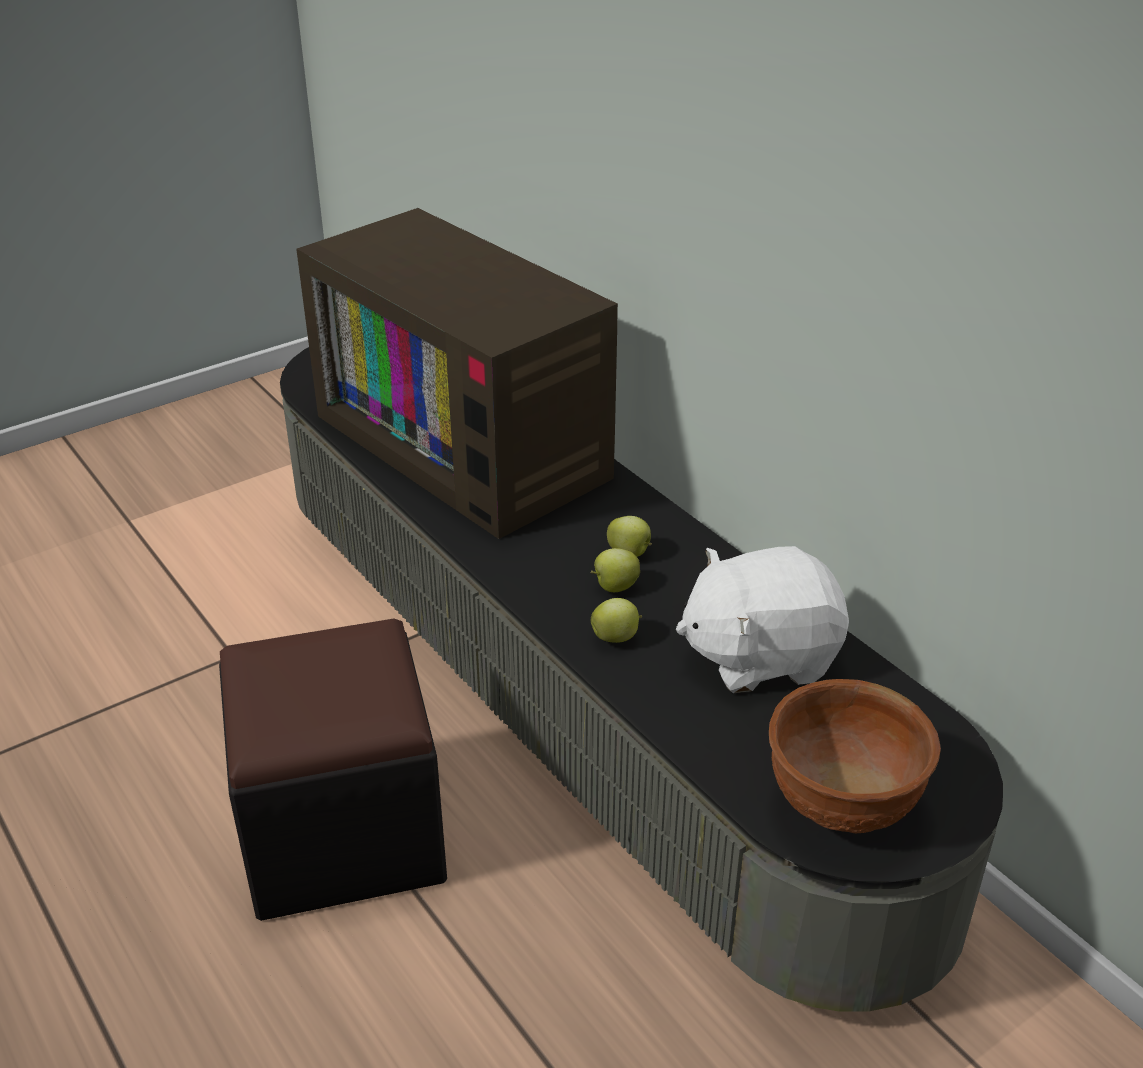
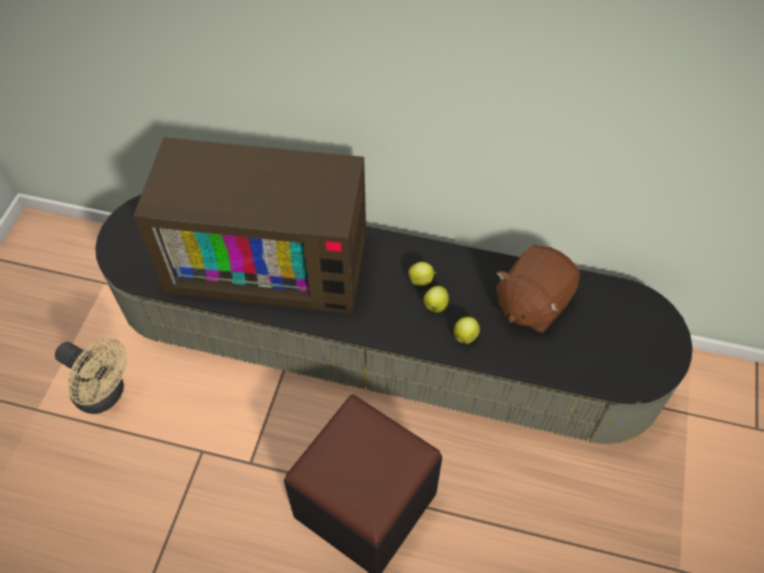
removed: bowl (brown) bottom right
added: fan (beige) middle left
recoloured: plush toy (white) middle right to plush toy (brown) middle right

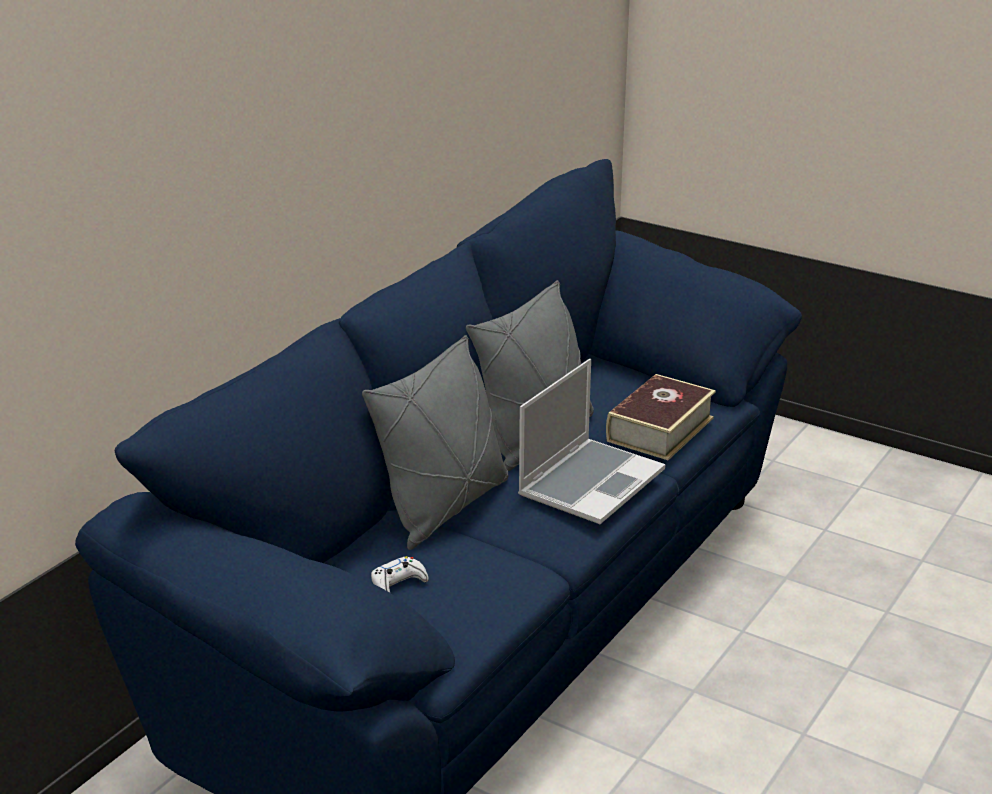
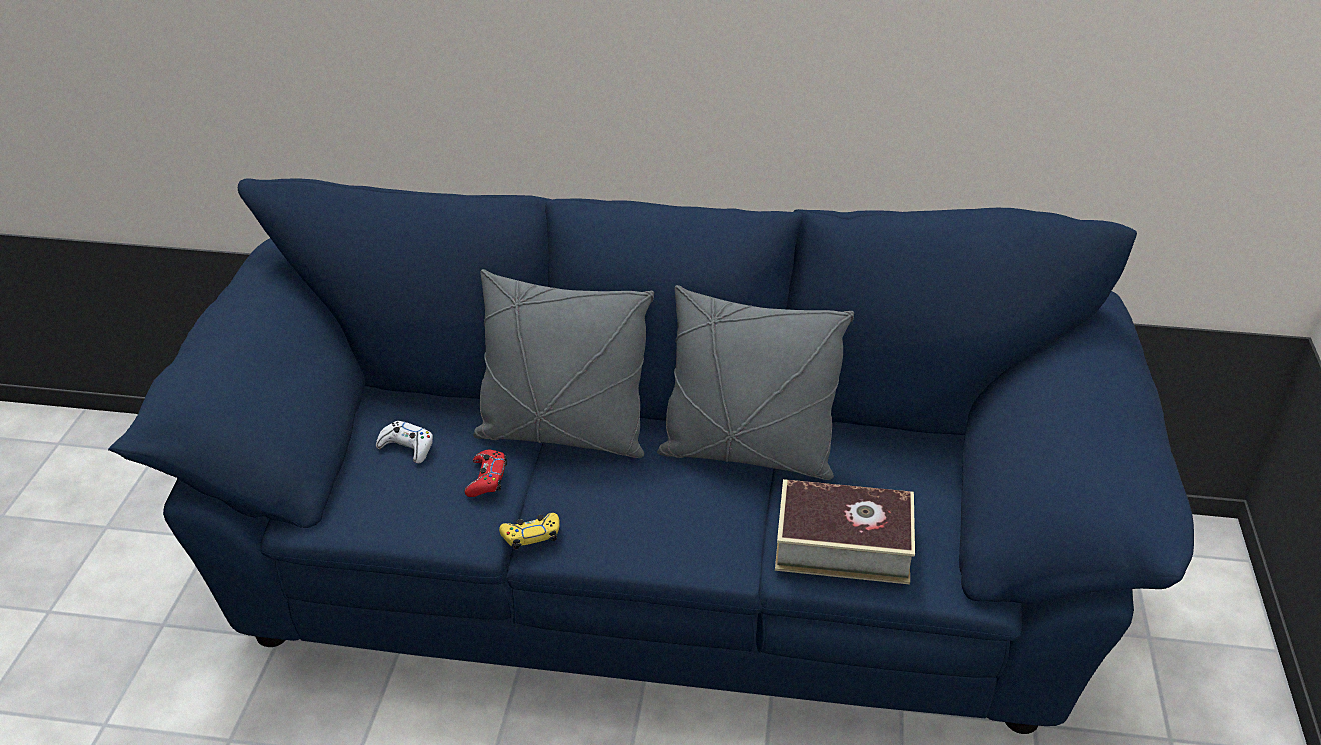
removed: laptop centre
added: game controller (red) centre; game controller (yellow) bottom centre

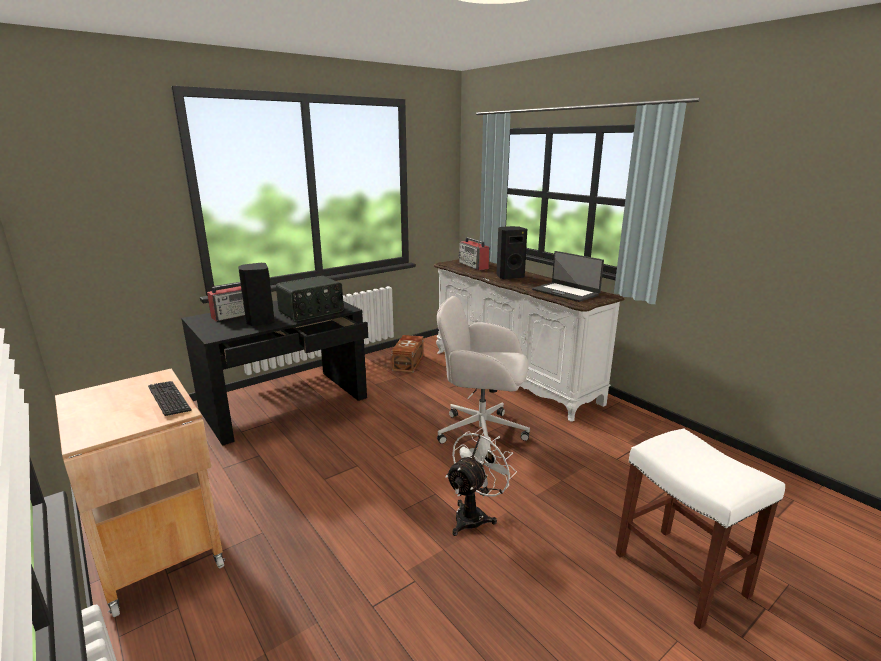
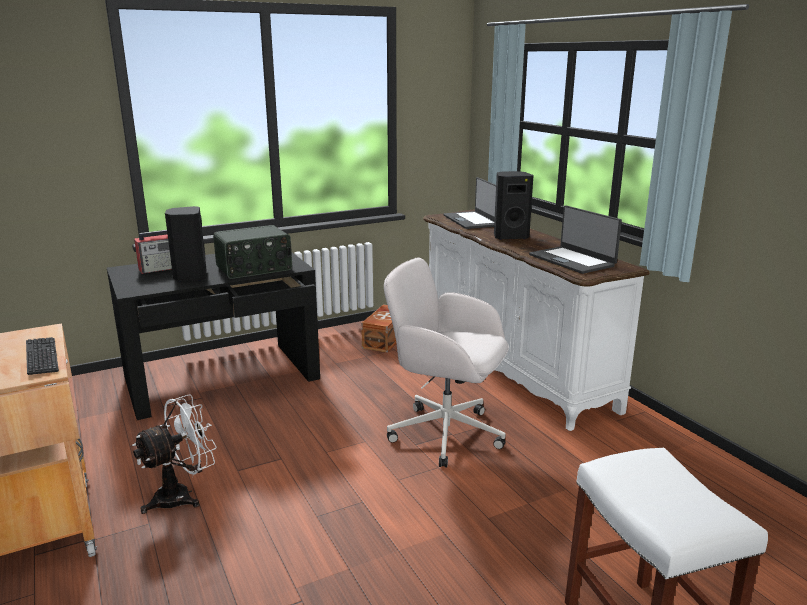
moved: fan (white) bottom centre to bottom left
replaced: radio (3rd from left) centre to laptop (1st from left) centre

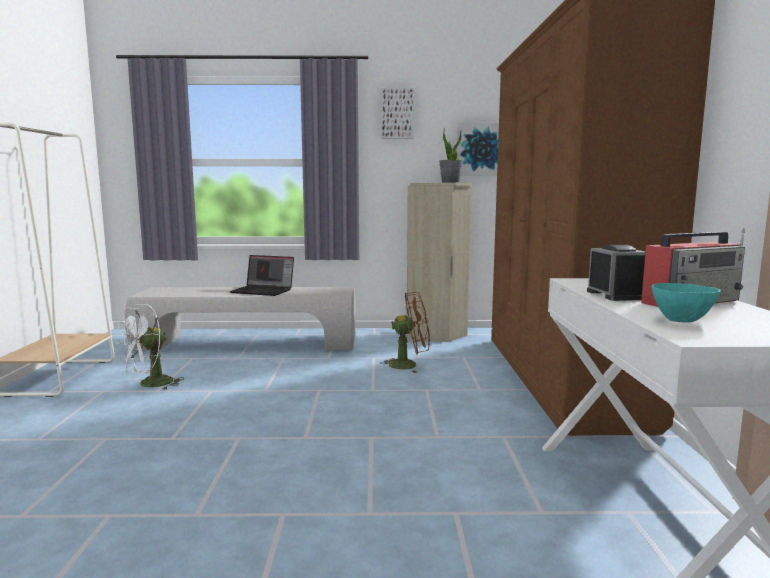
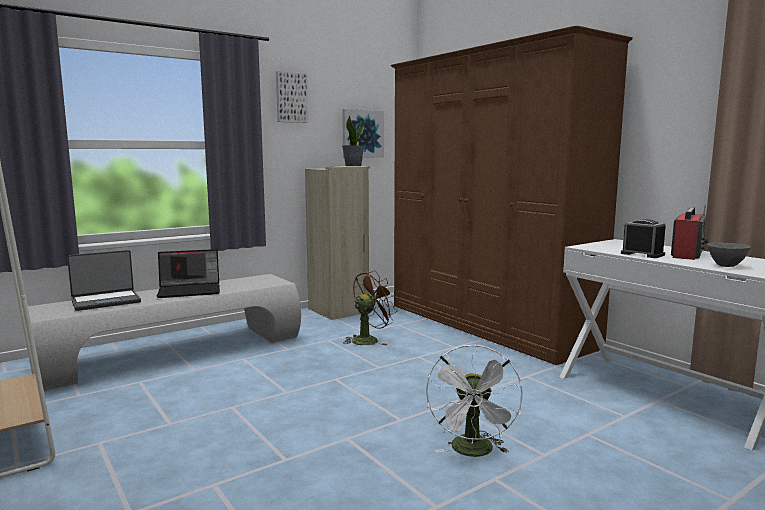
added: laptop (1st from left) middle left
moved: fan (white) middle left to bottom centre
recoloured: bowl (turquoise) middle right to bowl (grey) middle right

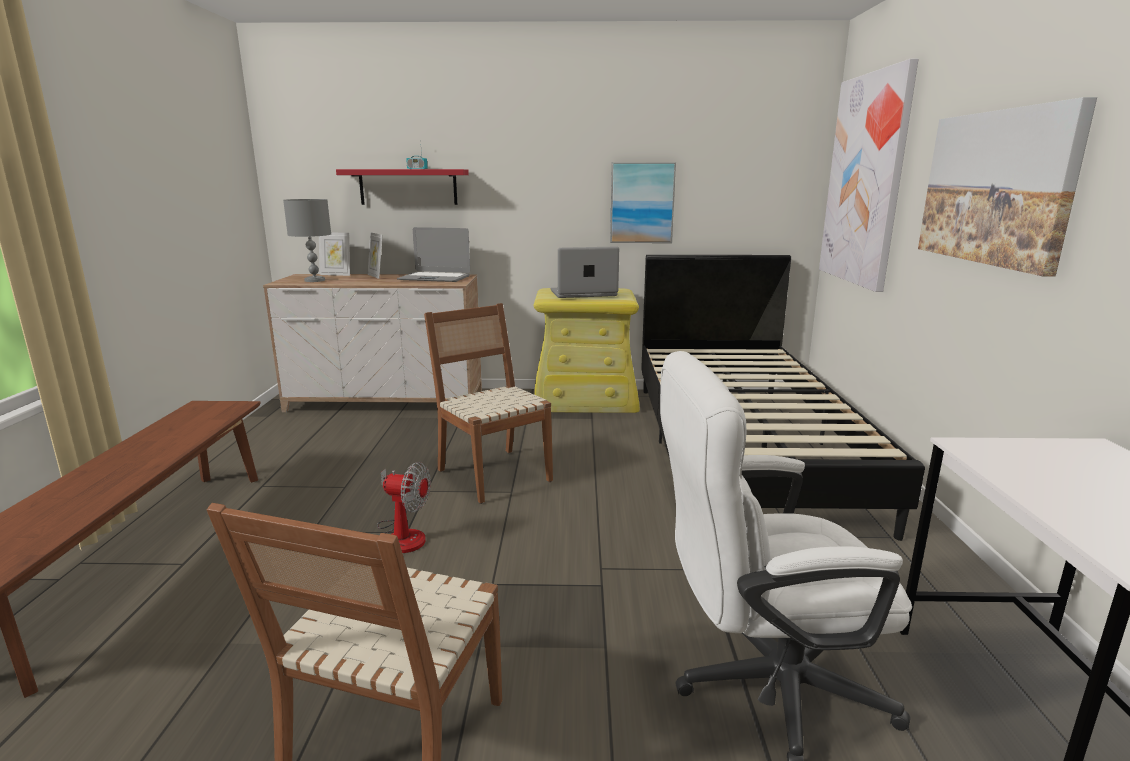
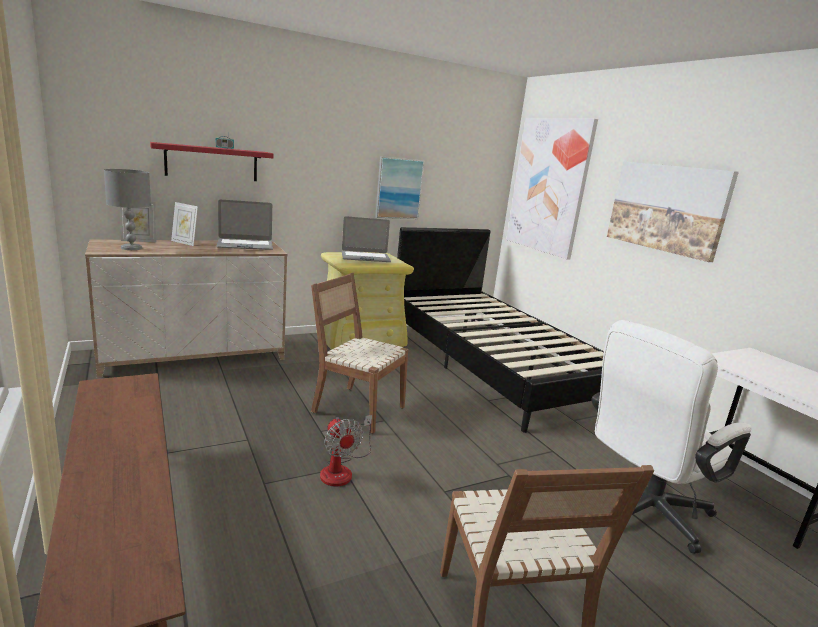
turned: fan centre = bottom centre 75 degrees clockwise; laptop (2nd from left) centre = centre 150 degrees counterclockwise

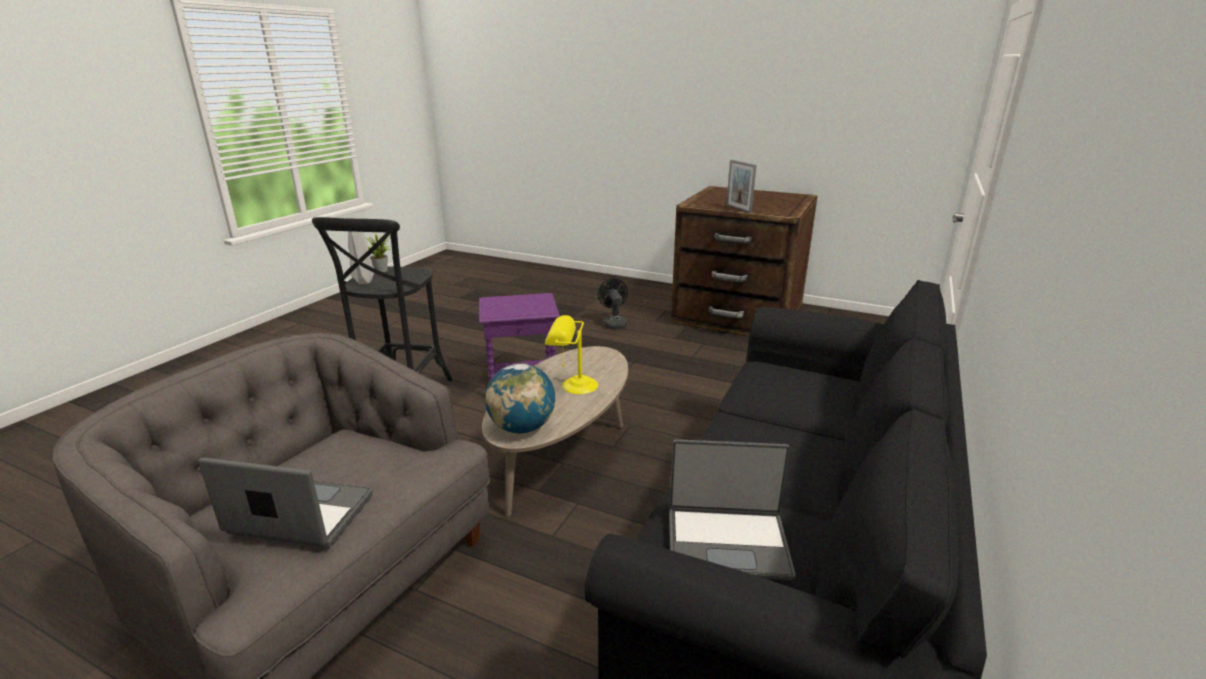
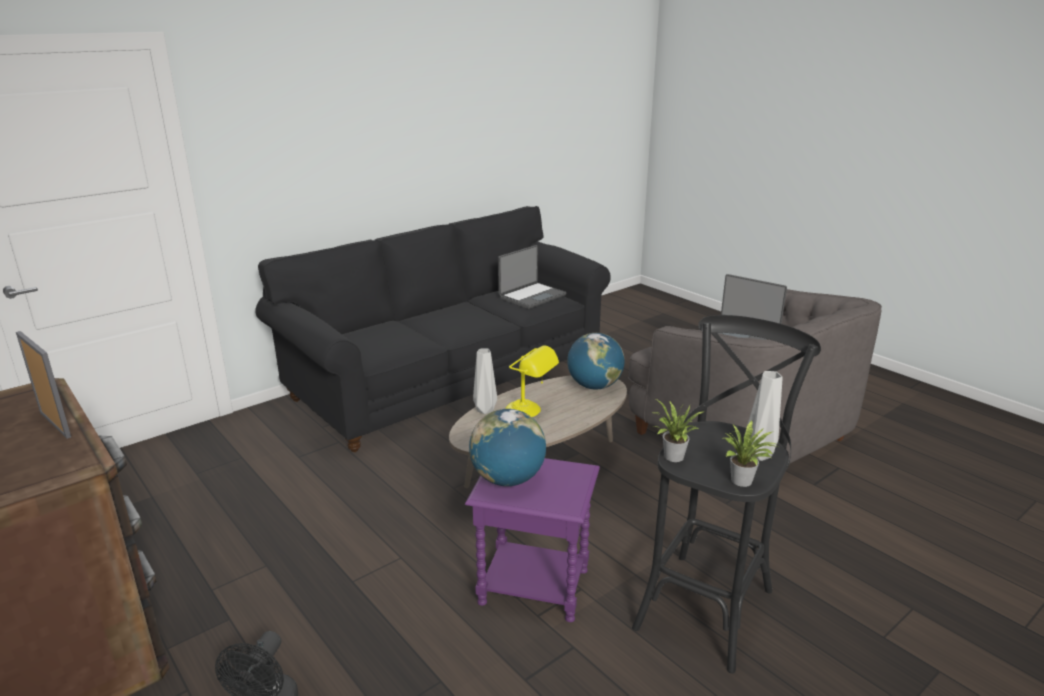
added: globe (1st from left) centre; vase (grey) (1st from left) centre; potted plant (1st from left) centre
turned: picture frame top centre = middle left 45 degrees counterclockwise; laptop (2nd from left in the first image) bottom centre = centre 105 degrees clockwise

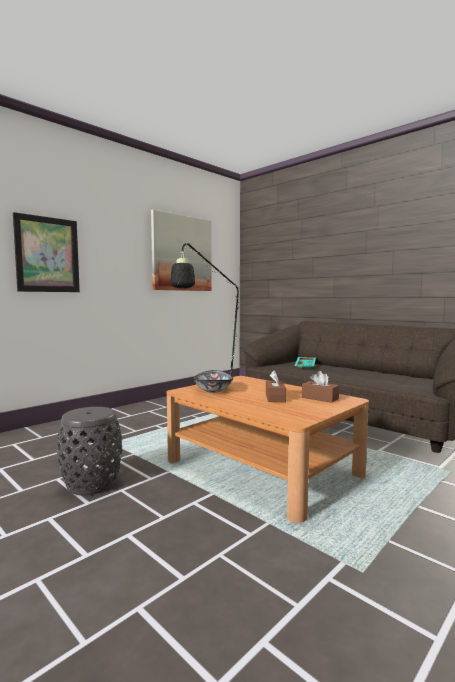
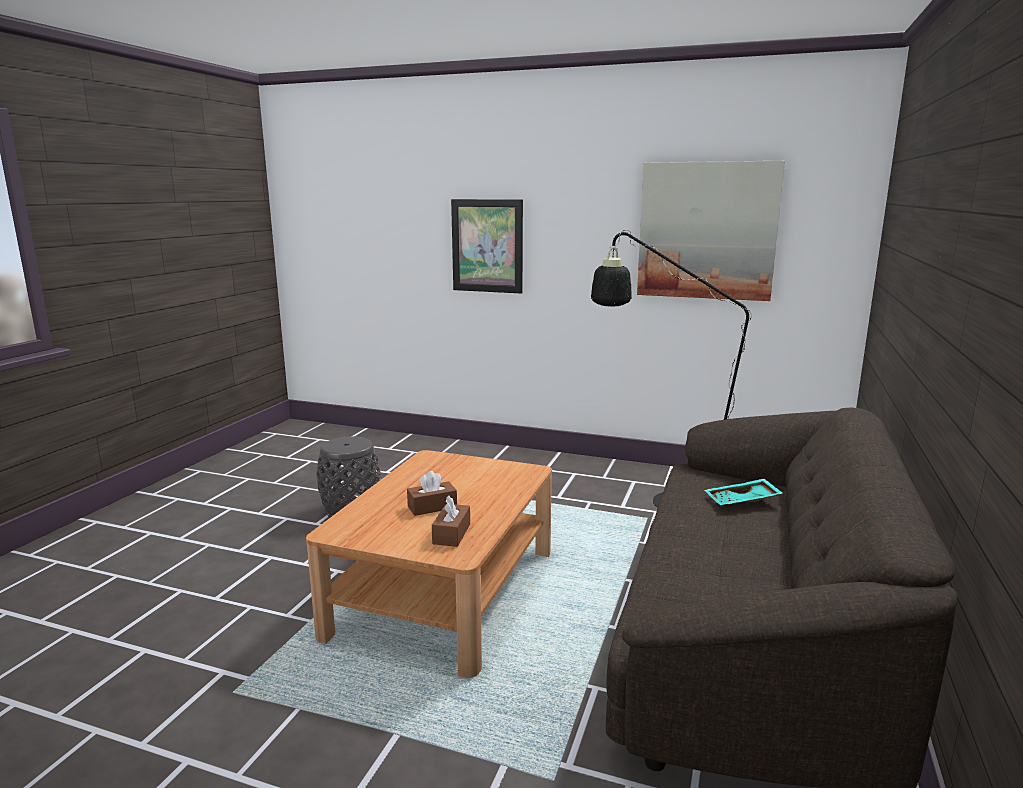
removed: bowl centre

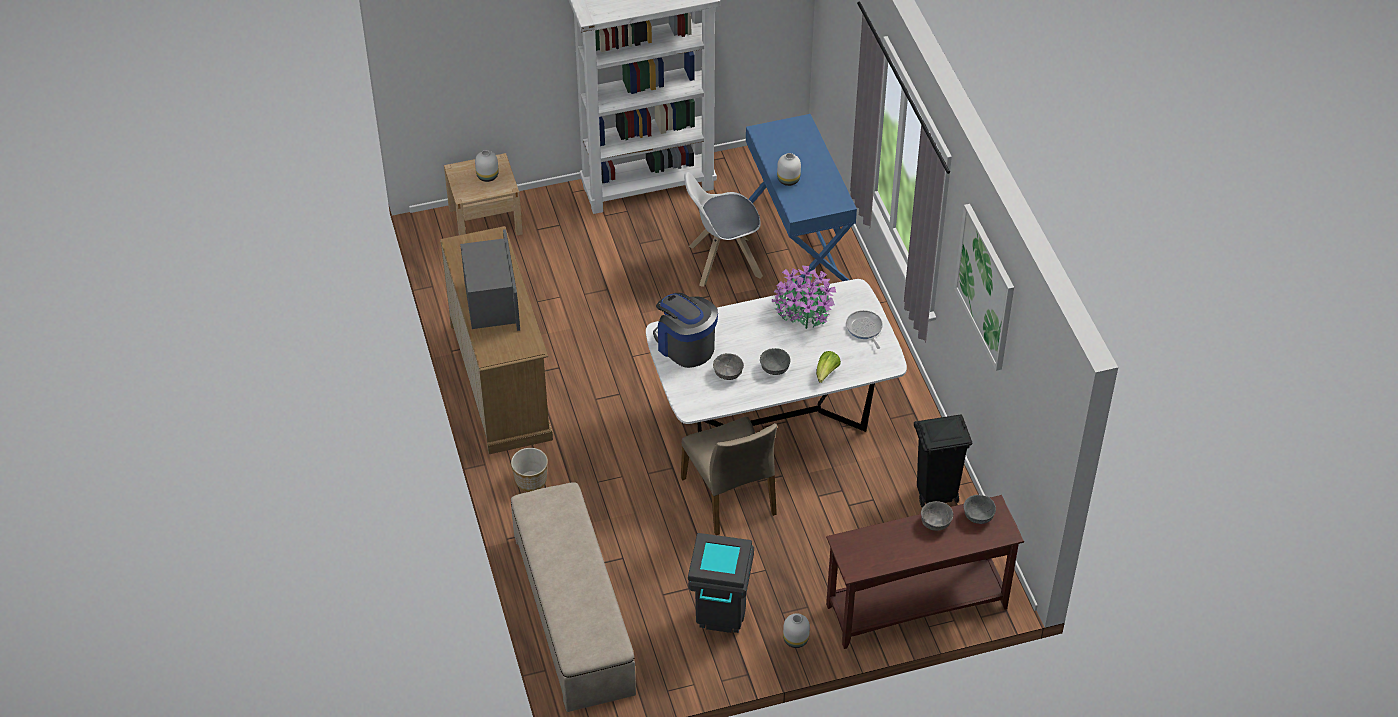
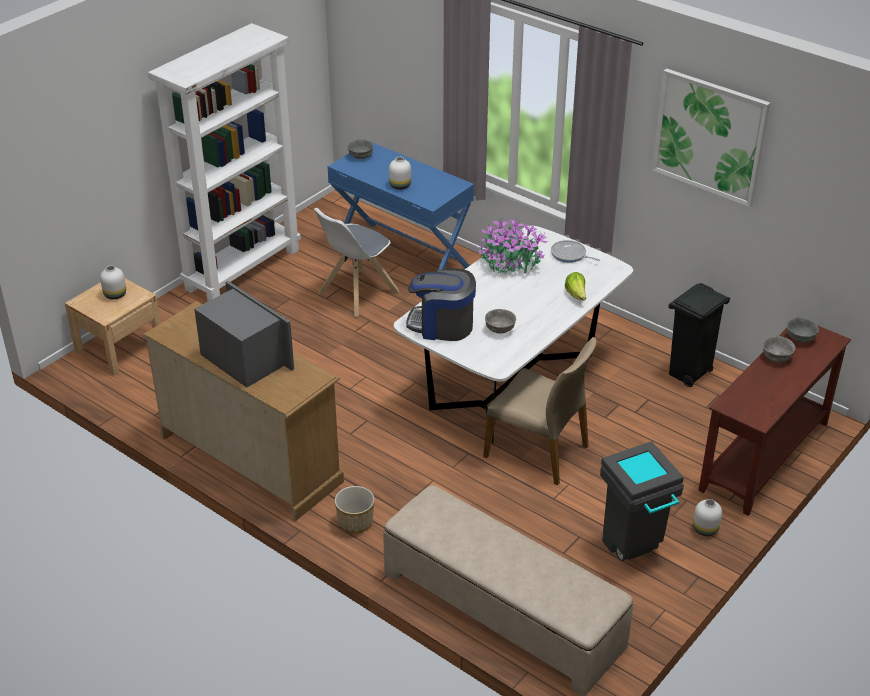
moved: bowl (grey) (2nd from left in the first image) centre to bowl (grey) (1st from left) top centre

